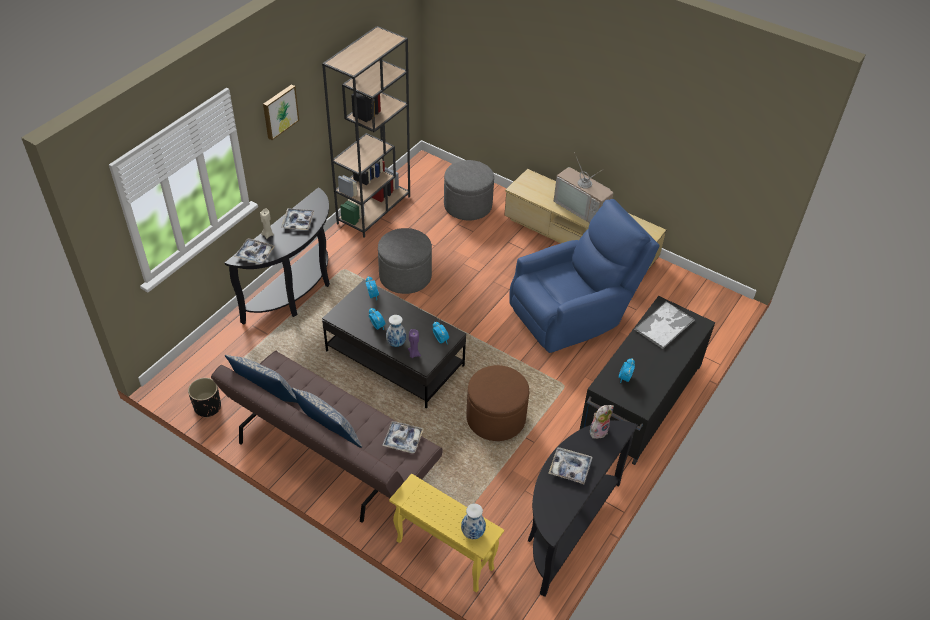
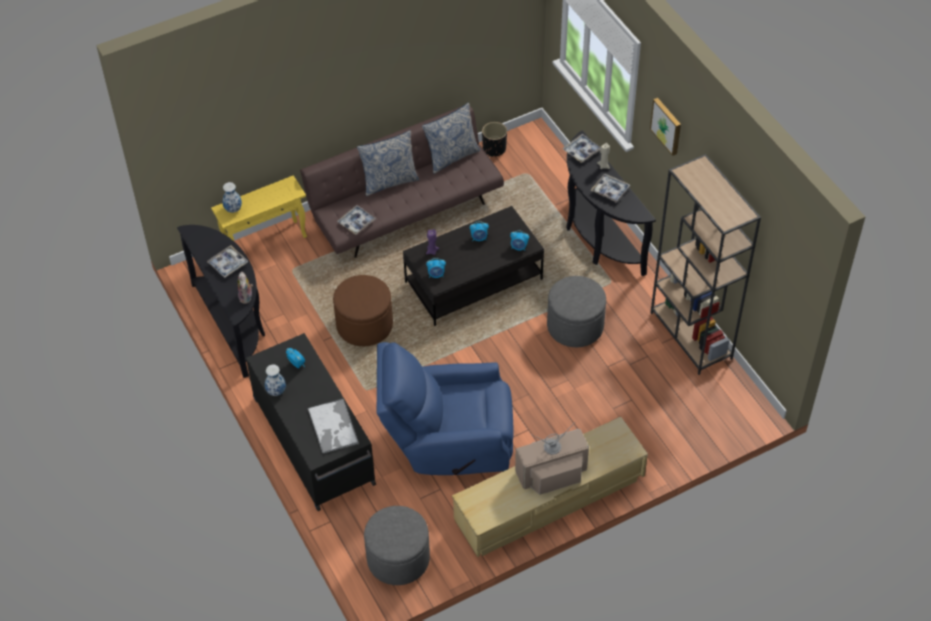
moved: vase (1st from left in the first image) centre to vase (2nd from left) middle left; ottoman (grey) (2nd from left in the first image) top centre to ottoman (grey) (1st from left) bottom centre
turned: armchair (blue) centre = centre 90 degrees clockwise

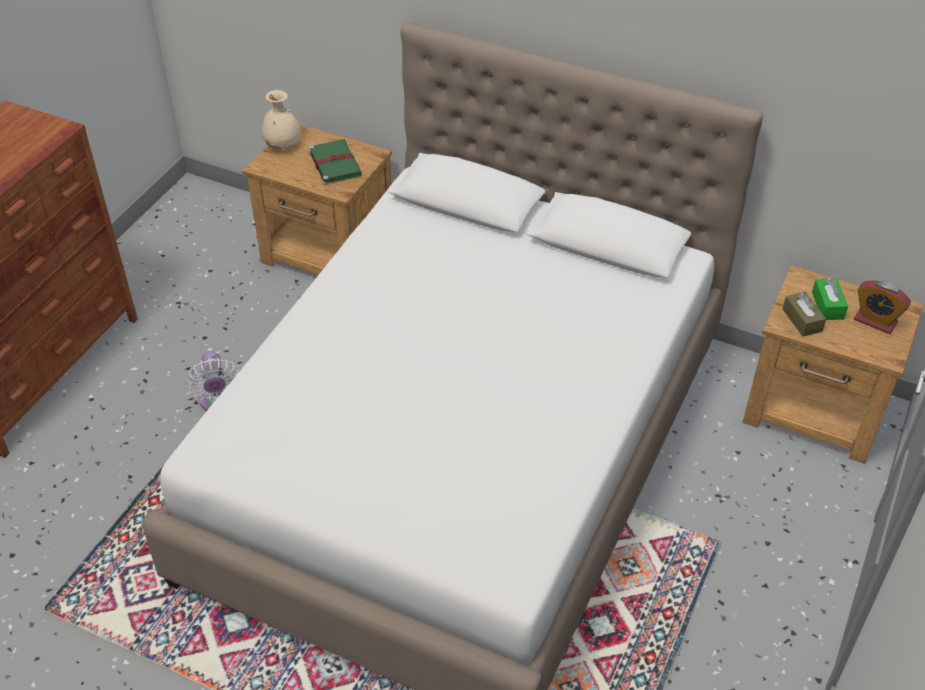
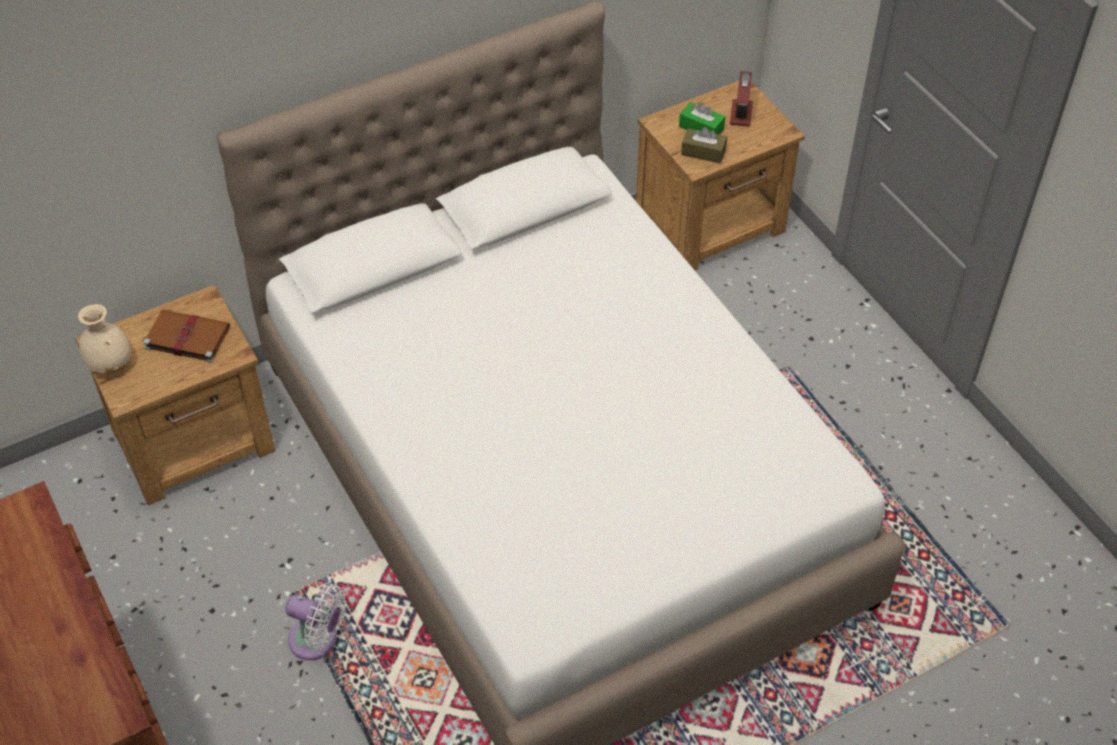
recoloured: book (green) top centre to book (brown) middle left
turned: alarm clock middle right = top centre 60 degrees counterclockwise

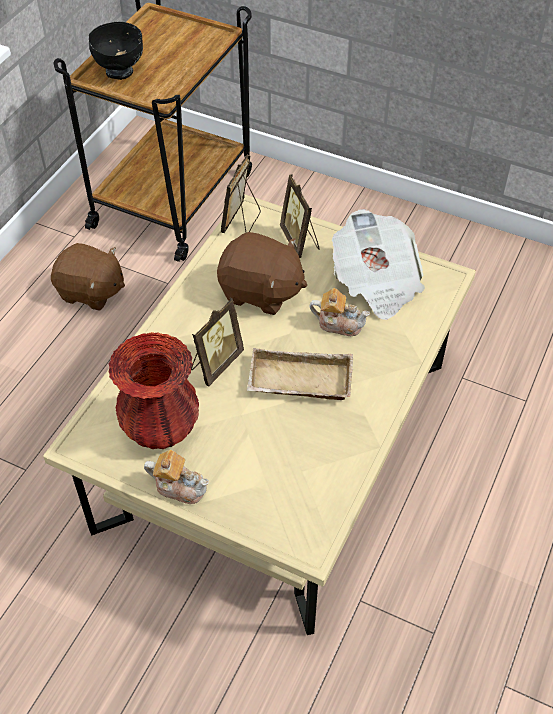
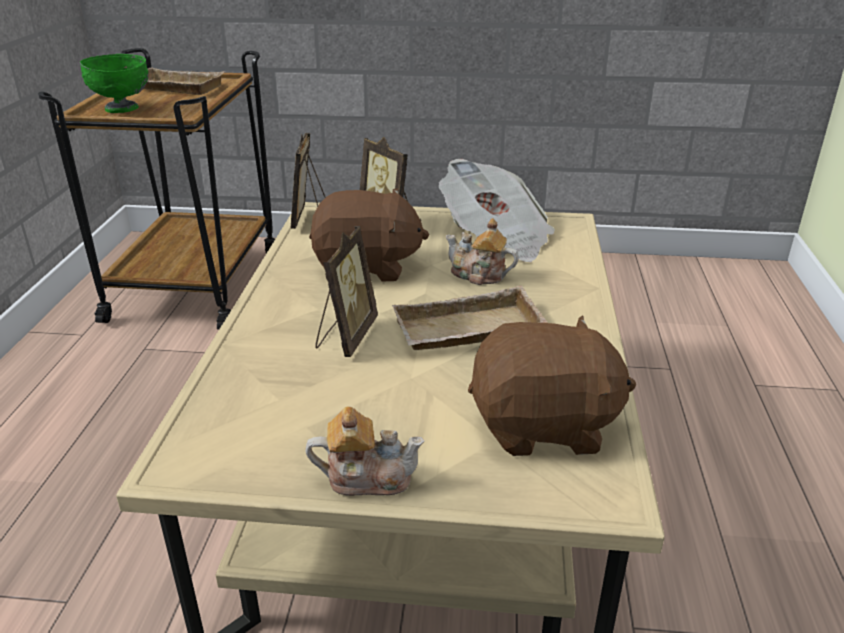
removed: vase (red) middle left
added: tray (beige) (1st from left) top left
moved: plush toy (brown) (1st from left in the first image) middle left to plush toy (brown) (2nd from left) centre
recoloured: bowl (black) top left to bowl (green) top left
turned: teapot (2nd from left) centre = centre 150 degrees counterclockwise

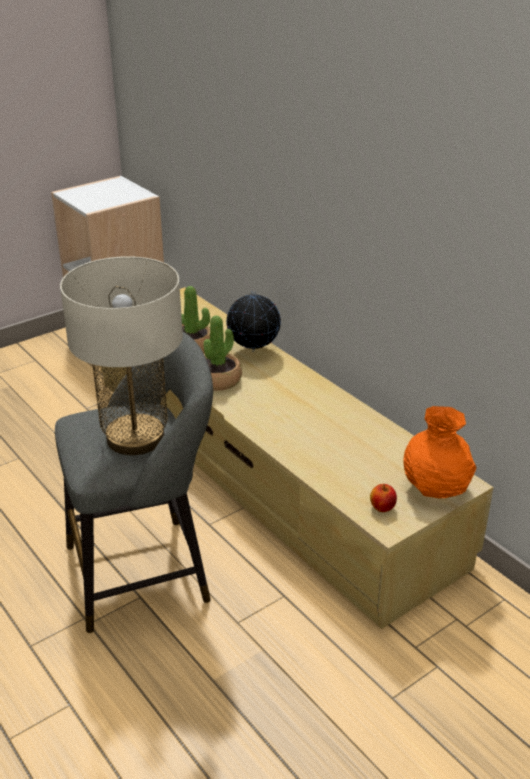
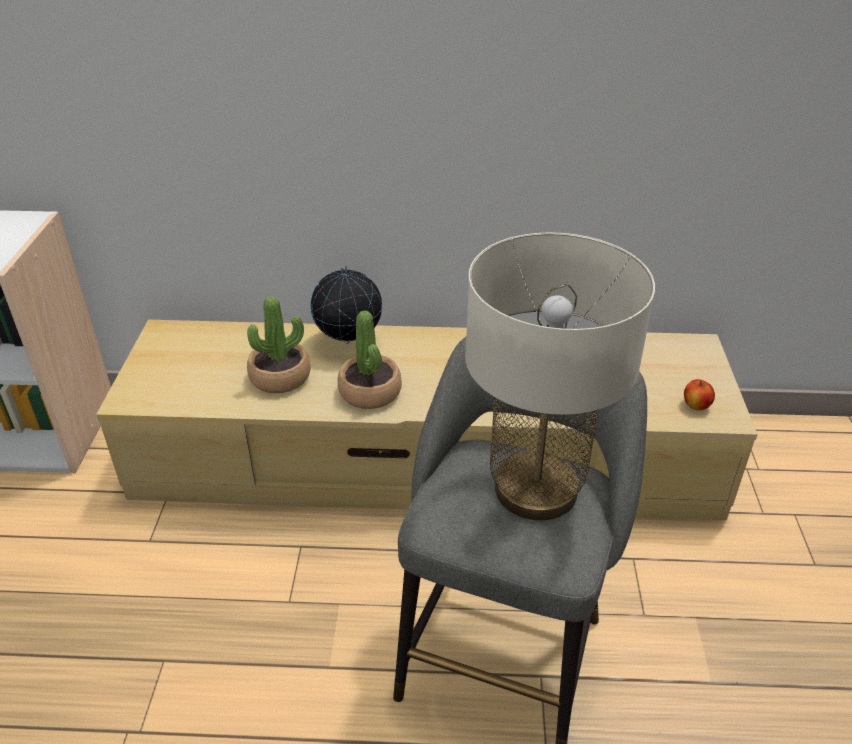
removed: vase (orange) middle right

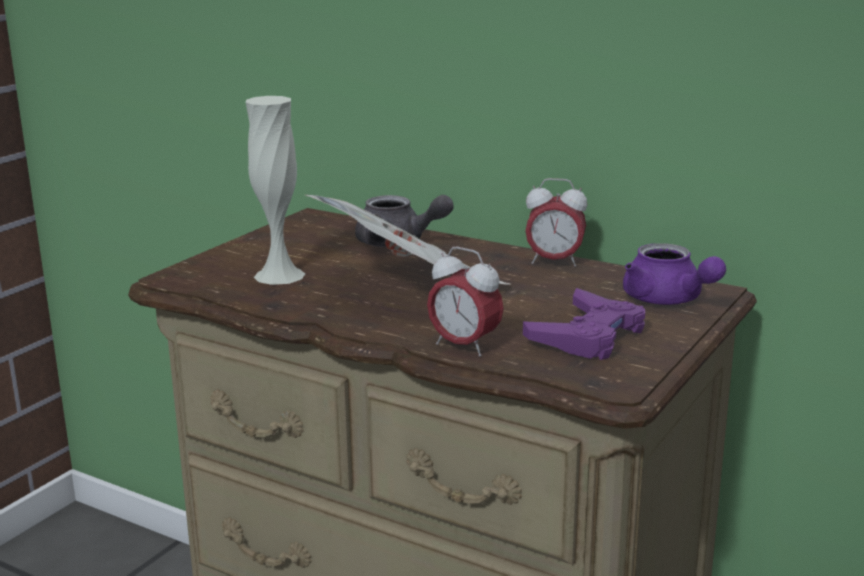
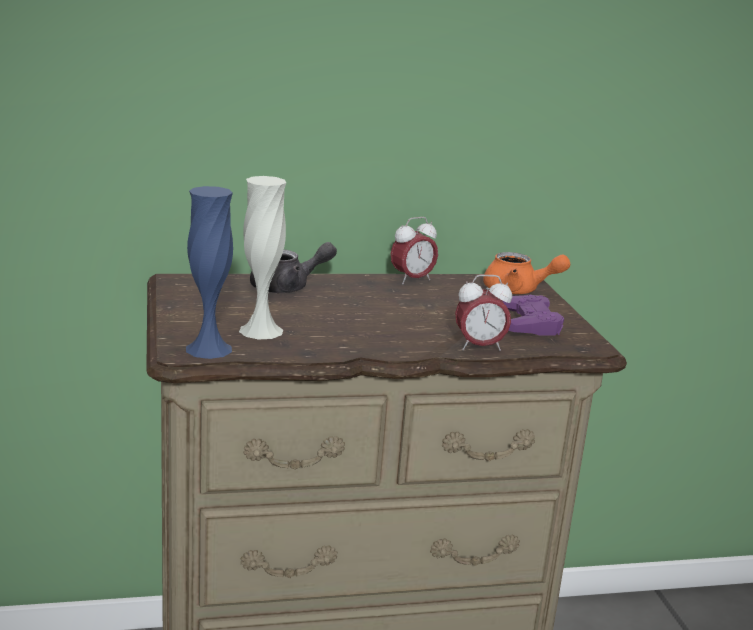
removed: newspaper centre
added: vase (blue) middle left
recoloured: teapot (purple) middle right to teapot (orange) middle right

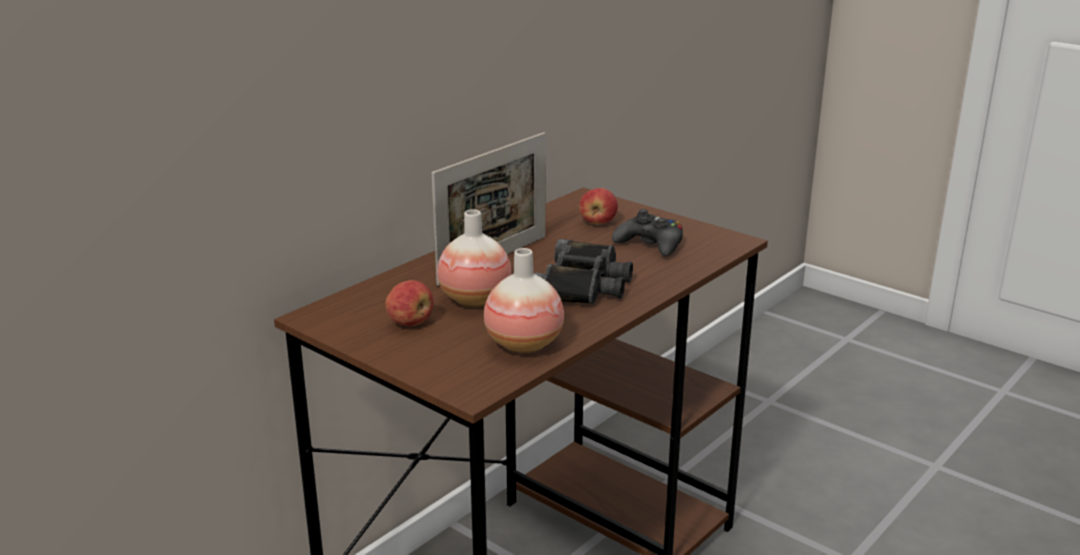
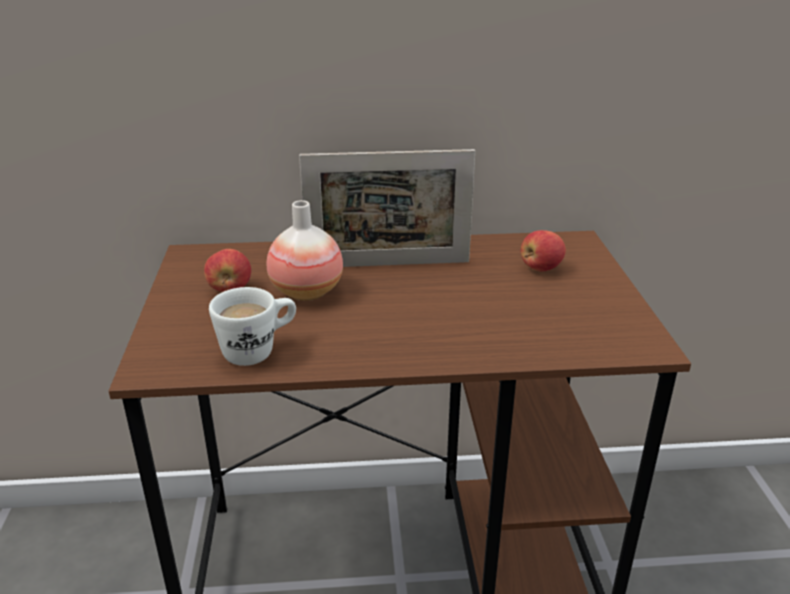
removed: binoculars (black) centre; game controller (black) centre
replaced: vase (2nd from left) centre to mug (white) middle left

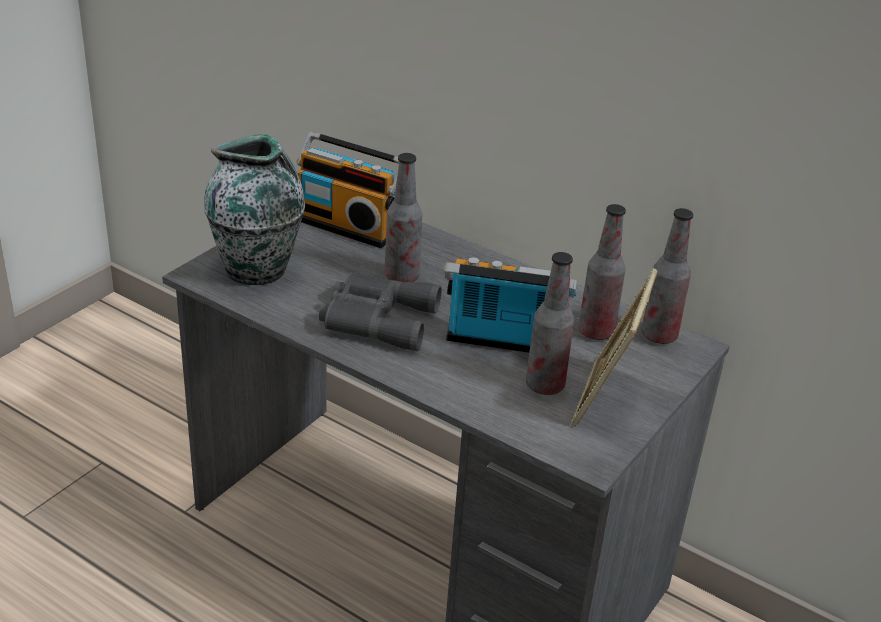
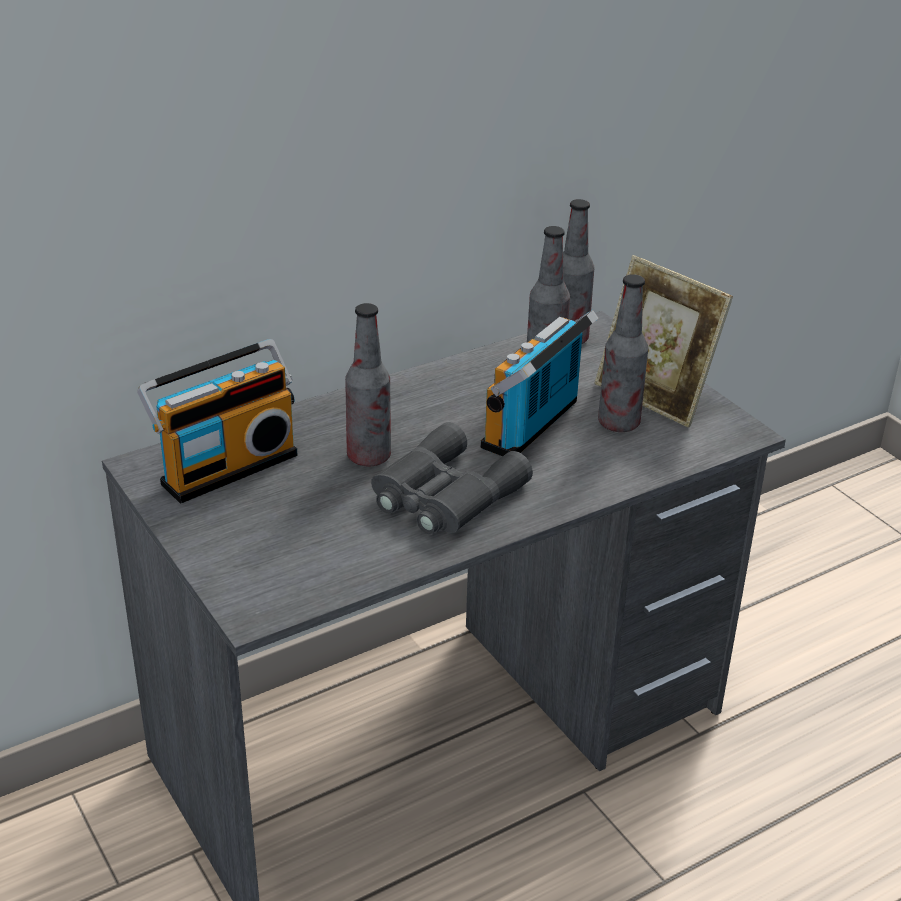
removed: vase middle left

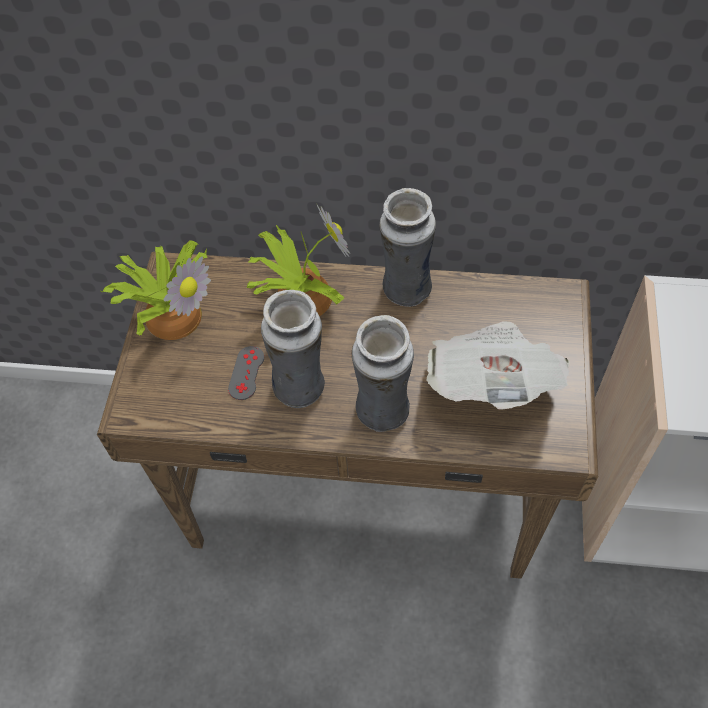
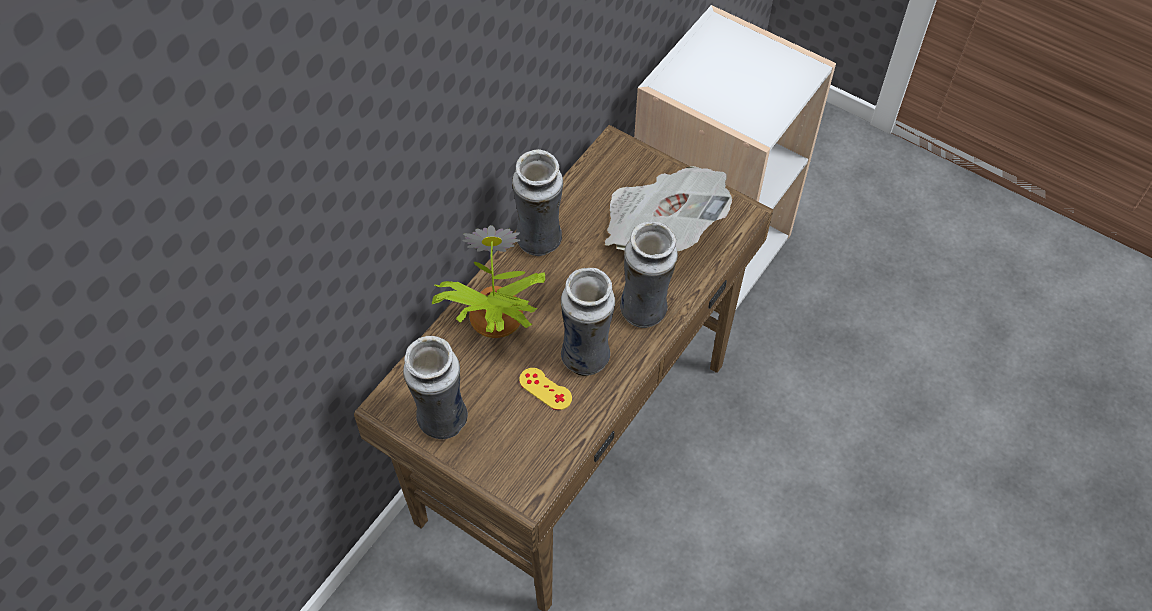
replaced: potted plant (1st from left) middle left to vase (1st from left) centre
recoloured: game controller (grey) centre to game controller (yellow) centre

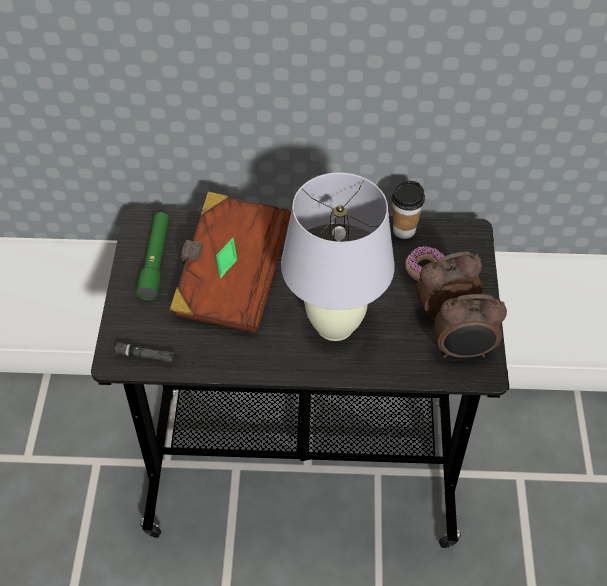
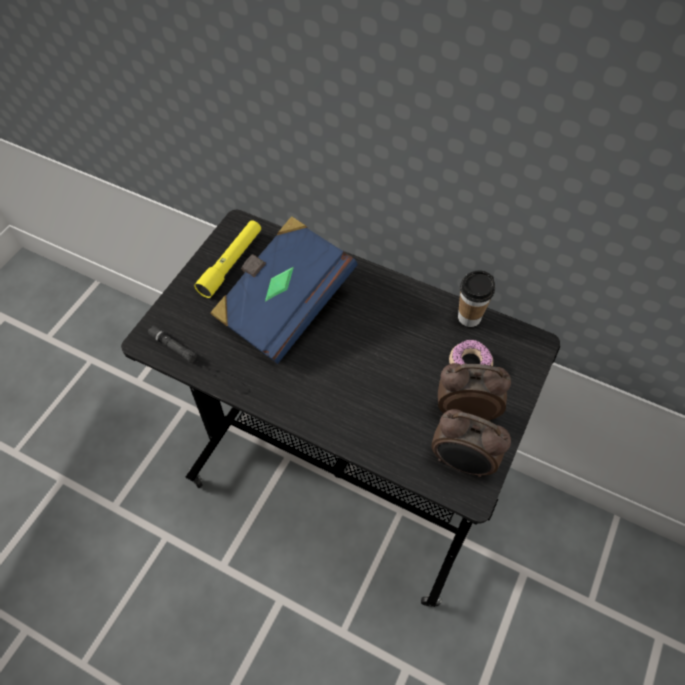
removed: table lamp (white) centre
recoloured: flashlight (green) middle left to flashlight (yellow) middle left; book (brown) centre to book (blue) centre

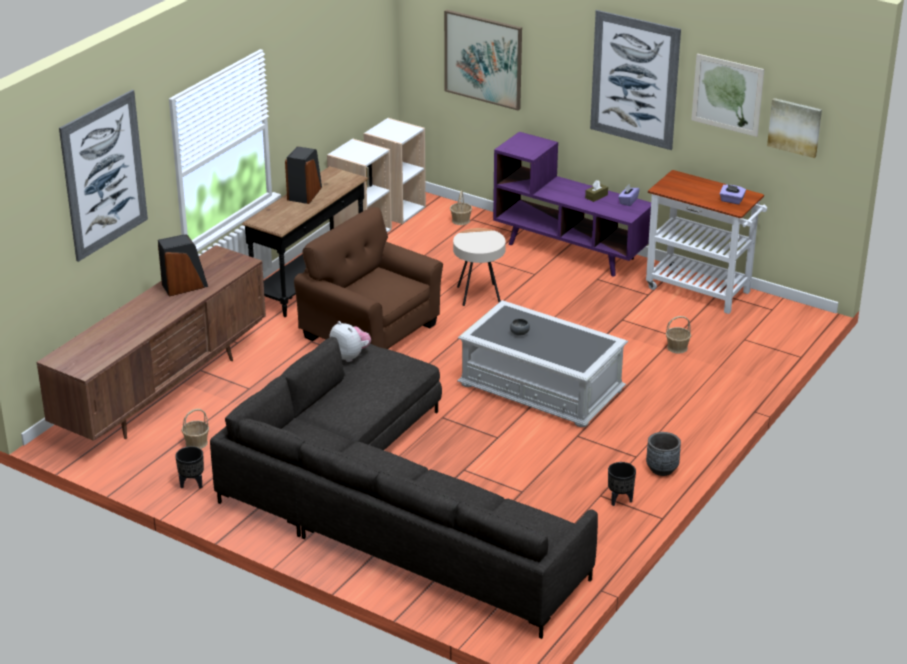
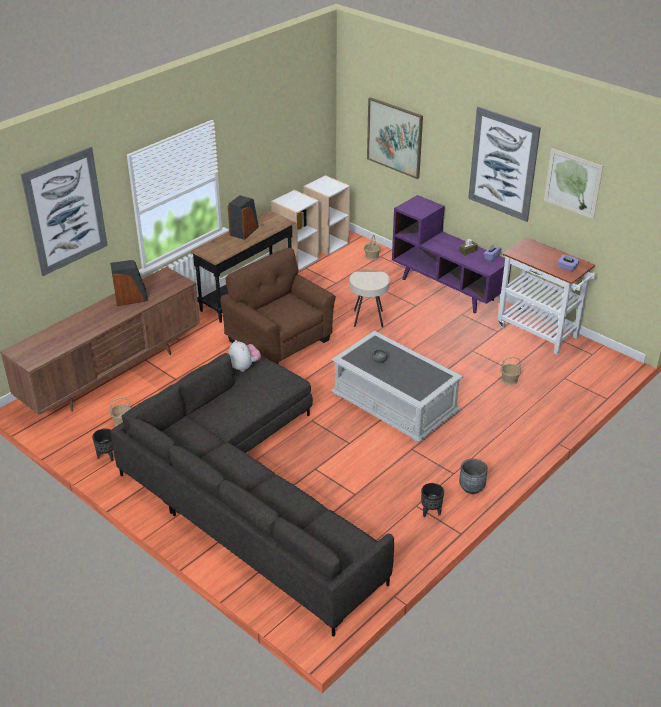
removed: picture (5th from left) top right

